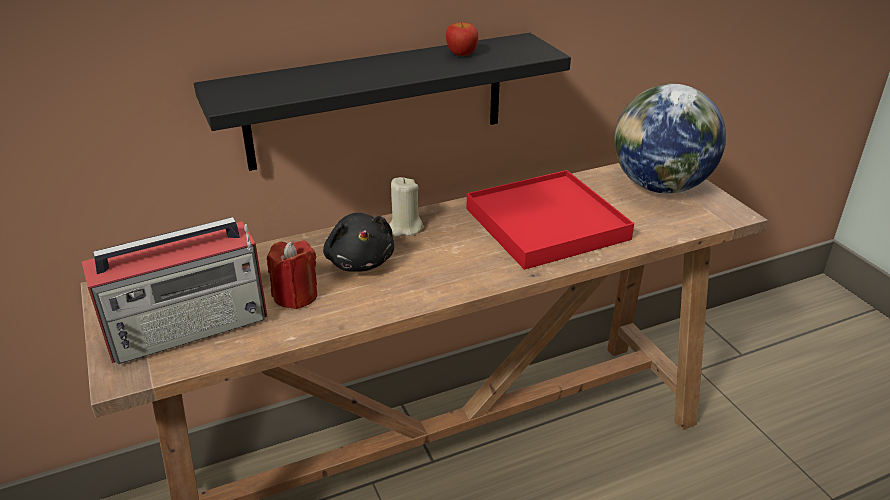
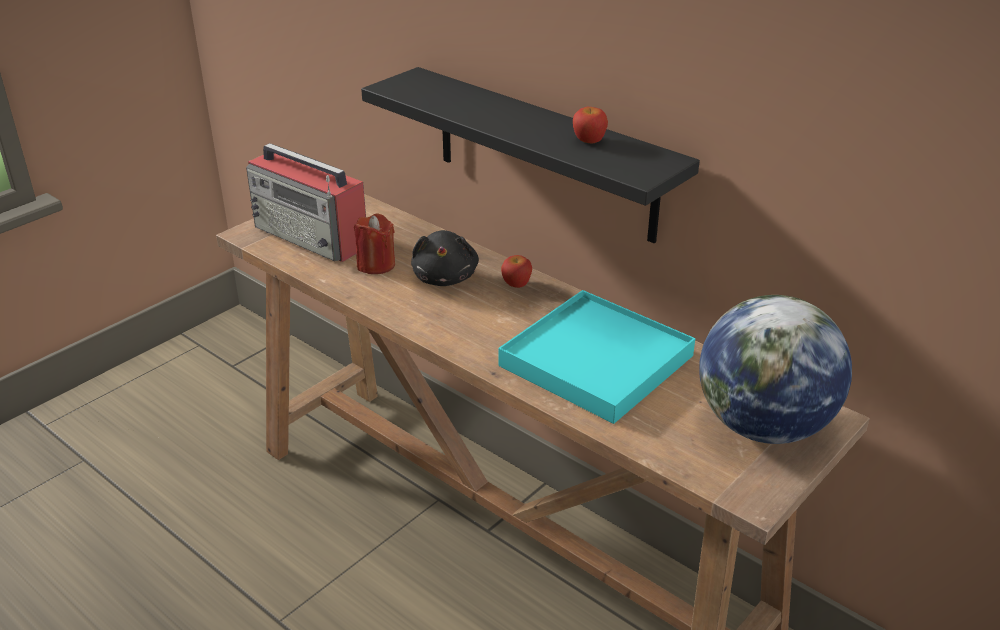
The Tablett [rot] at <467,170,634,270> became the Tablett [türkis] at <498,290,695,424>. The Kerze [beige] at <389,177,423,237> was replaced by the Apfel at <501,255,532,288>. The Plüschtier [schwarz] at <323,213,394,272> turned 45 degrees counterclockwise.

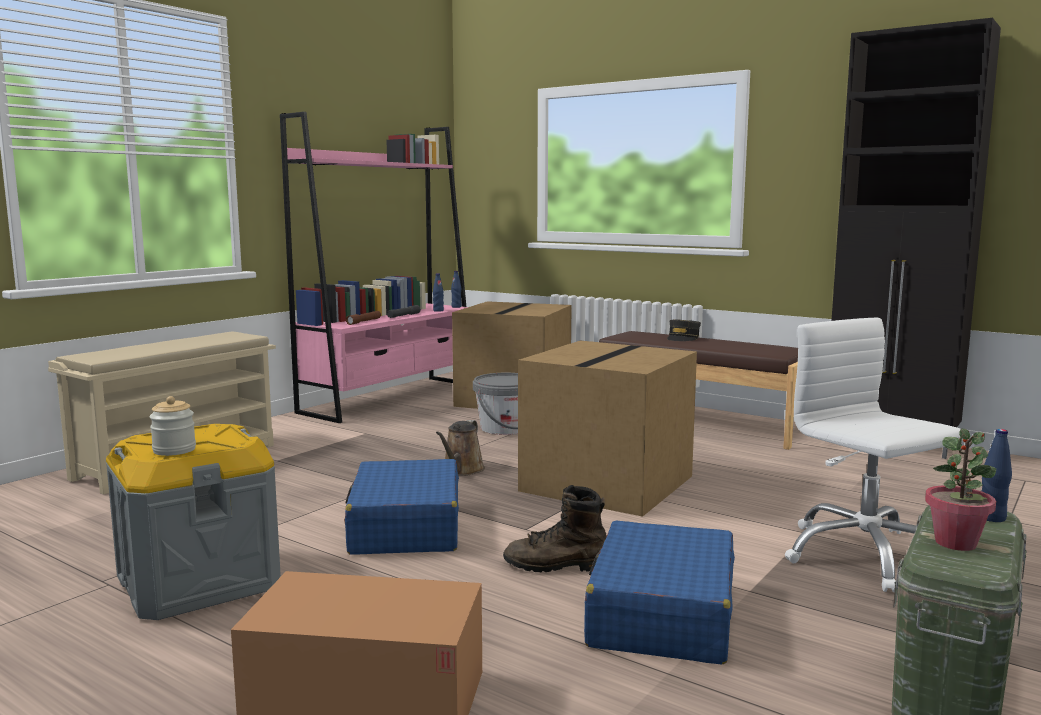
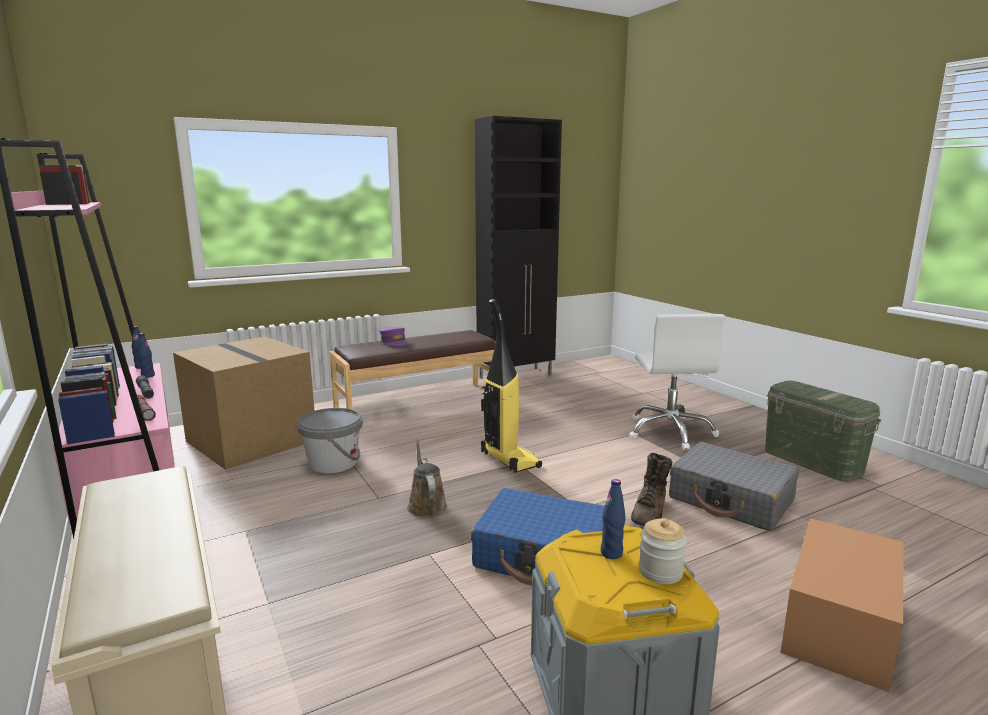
The Bürostuhl [weiß] at <785,318,964,592> turned 90 degrees counterclockwise. The Kappe [grau] at <667,320,701,341> became the Kappe [lila] at <380,327,408,346>. The Karton at <518,341,697,517> was replaced by the Staubsauger at <481,299,542,473>. The Gießkanne [braun] at <436,420,485,476> turned 150 degrees counterclockwise. The Topfpflanze at <925,429,996,551> disappeared. The Flasche [blau] moved from <982,429,1012,522> to <601,479,626,559>. The Koffer [blau] at <584,521,735,664> became the Koffer [grau] at <669,442,799,531>.

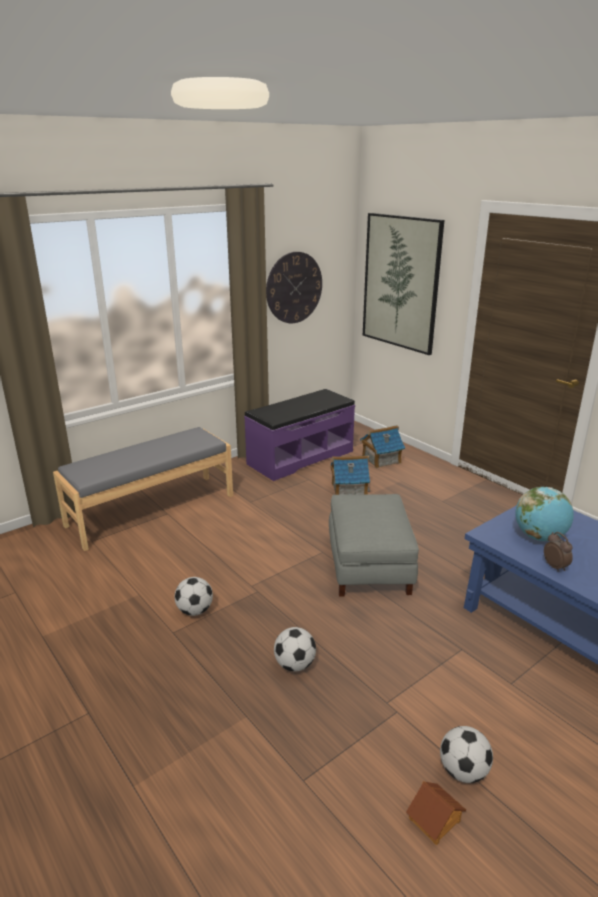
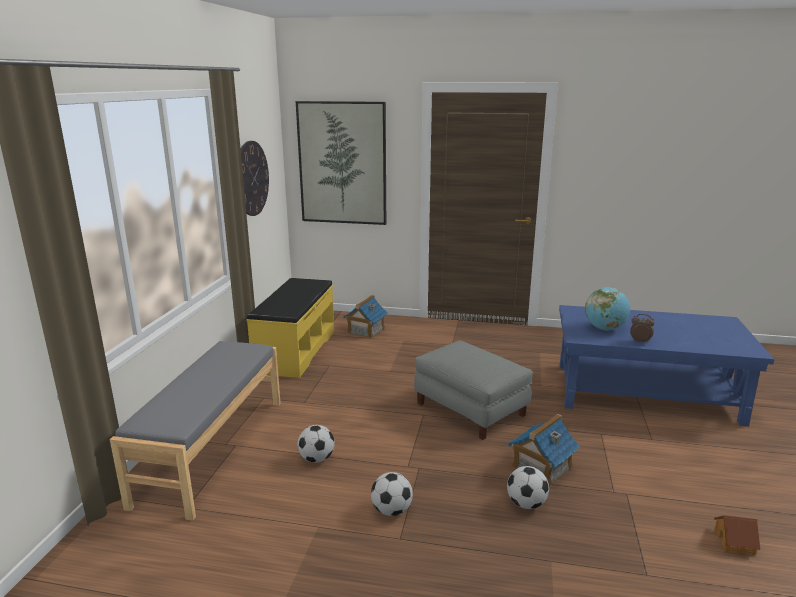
The Bank [lila] at <244,389,355,481> became the Bank [gelb] at <247,278,334,378>. The Spielzeughaus moved from <330,455,370,495> to <508,414,580,488>. The Fußball moved from <440,726,493,783> to <298,425,335,463>.

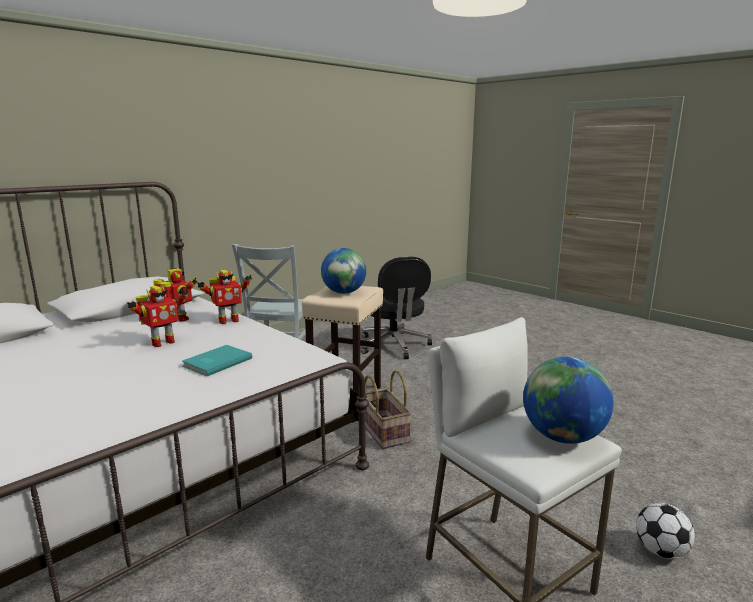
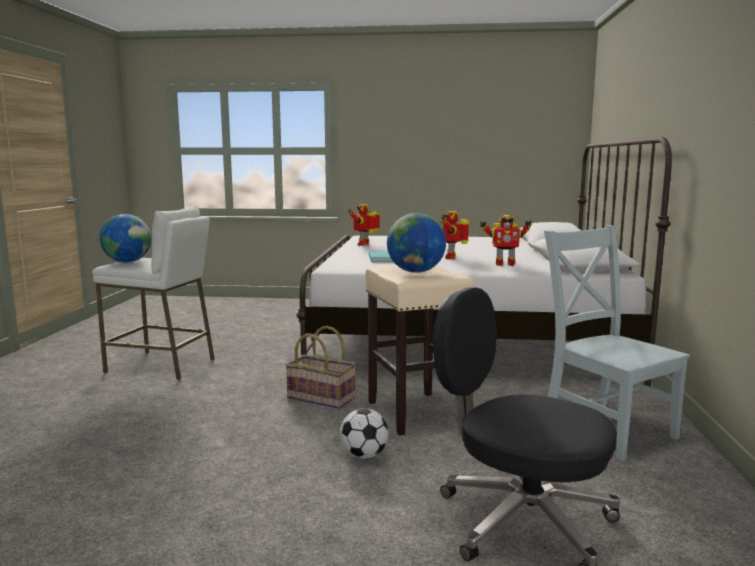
The Spielzeugroboter moved from <197,270,252,324> to <348,204,380,246>. The Fußball moved from <636,503,695,559> to <340,408,389,459>.

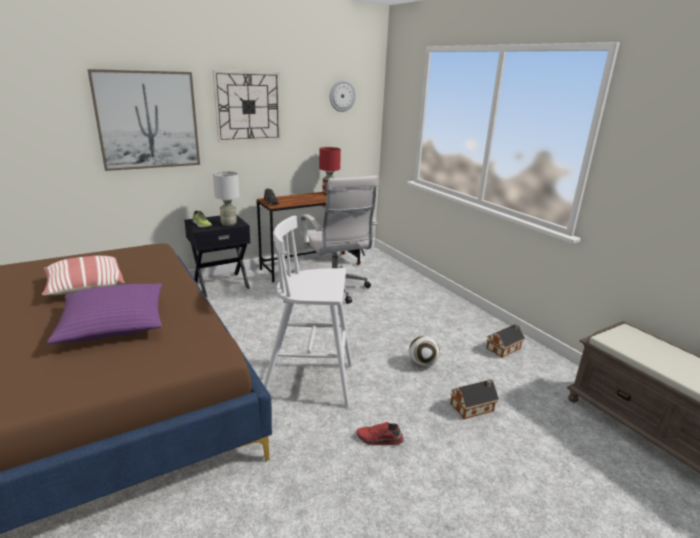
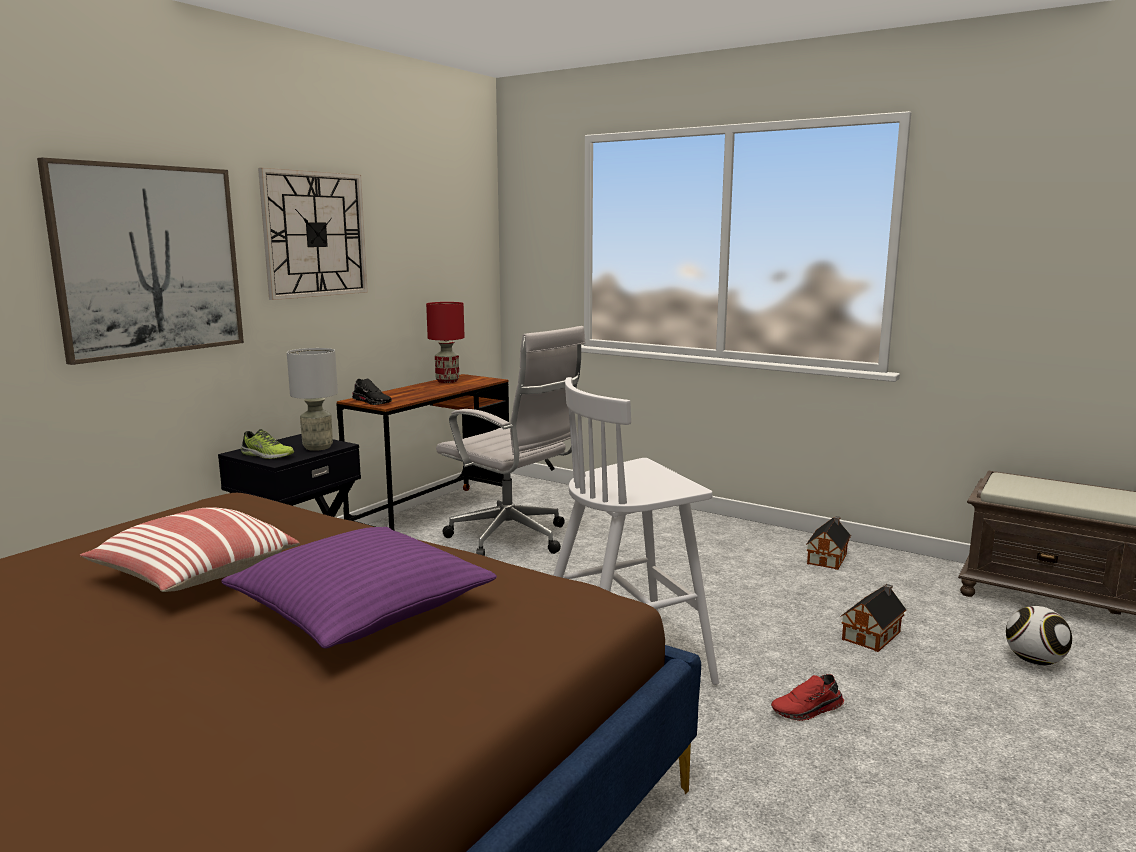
The Wanduhr at <330,80,356,112> disappeared. The Fußball moved from <409,336,440,367> to <1006,606,1072,665>.

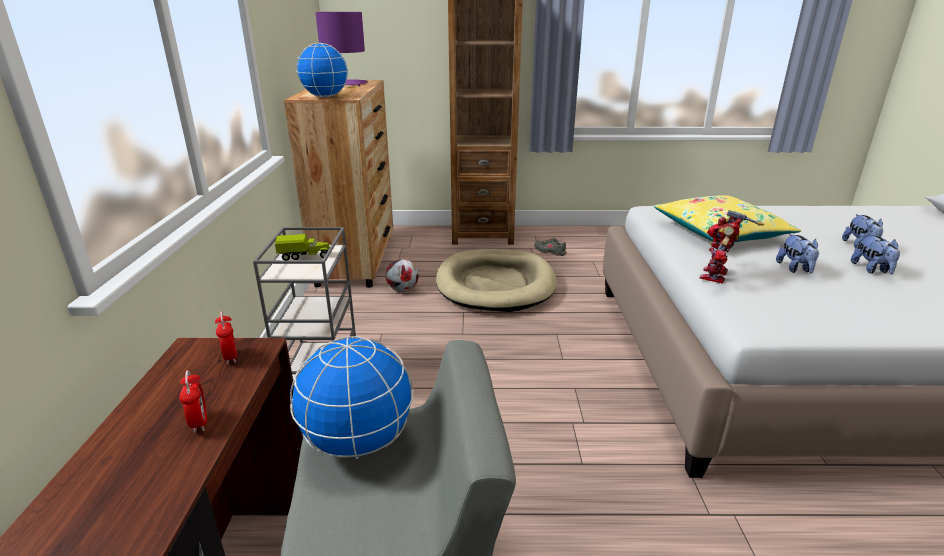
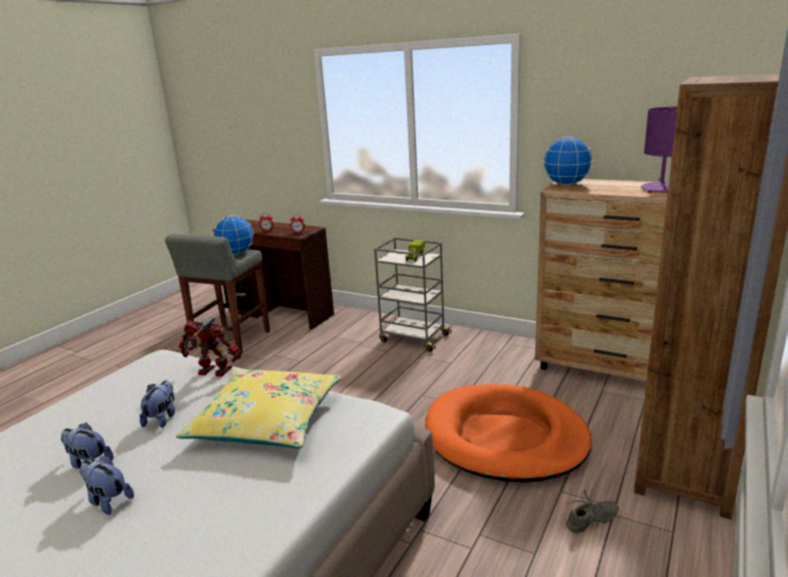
The Spielzeugroboter at <700,210,764,284> turned 45 degrees counterclockwise. The Plüschtier at <776,234,819,274> turned 75 degrees clockwise. The Hundebett [beige] at <436,249,557,312> became the Hundebett [orange] at <425,384,592,483>. The Fußball at <386,259,419,292> disappeared.

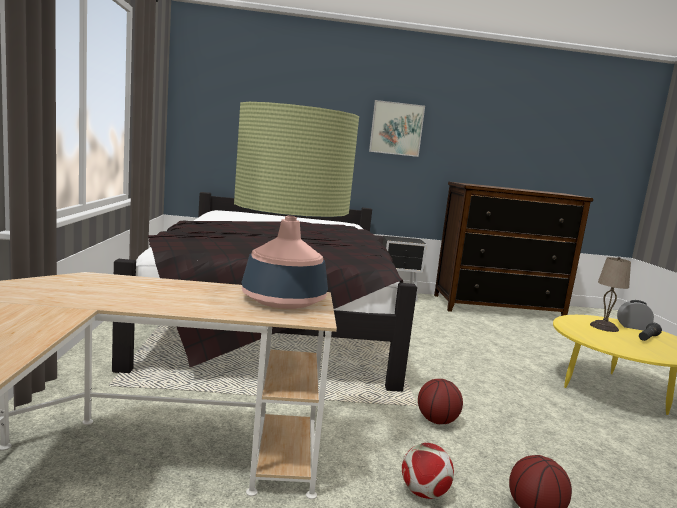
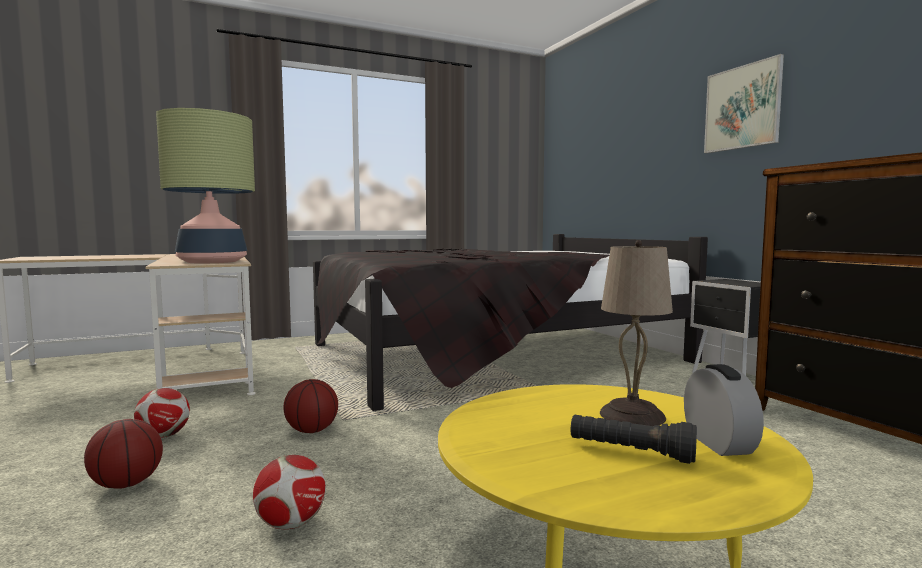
The Fußball at <253,455,326,529> appeared.

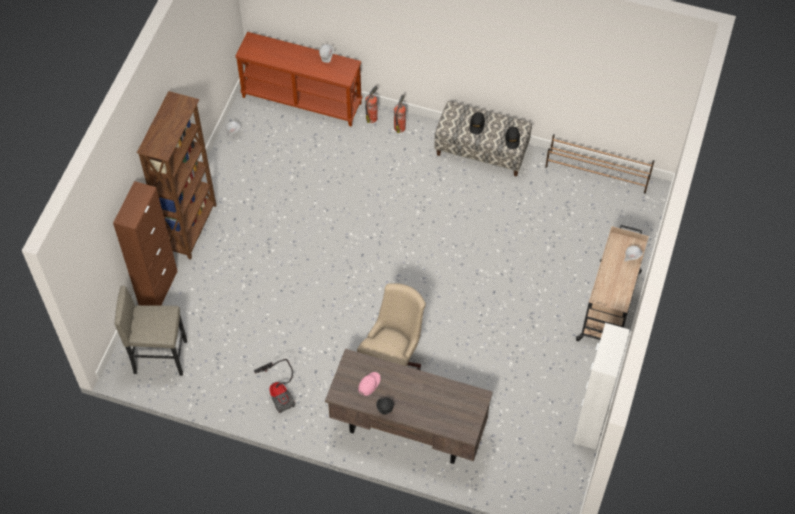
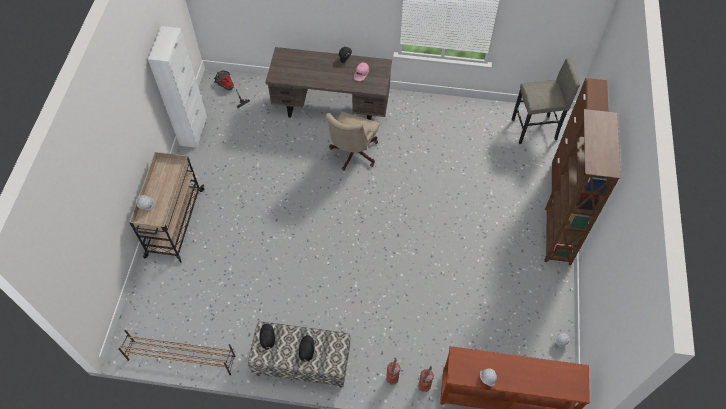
The Staubsauger moved from <254,359,295,413> to <214,70,250,108>.

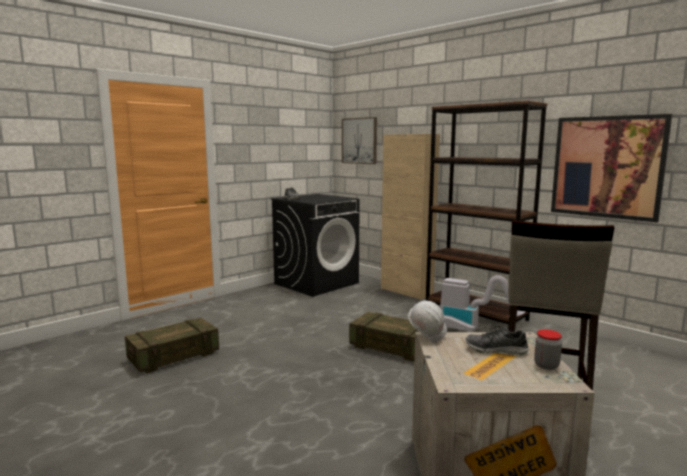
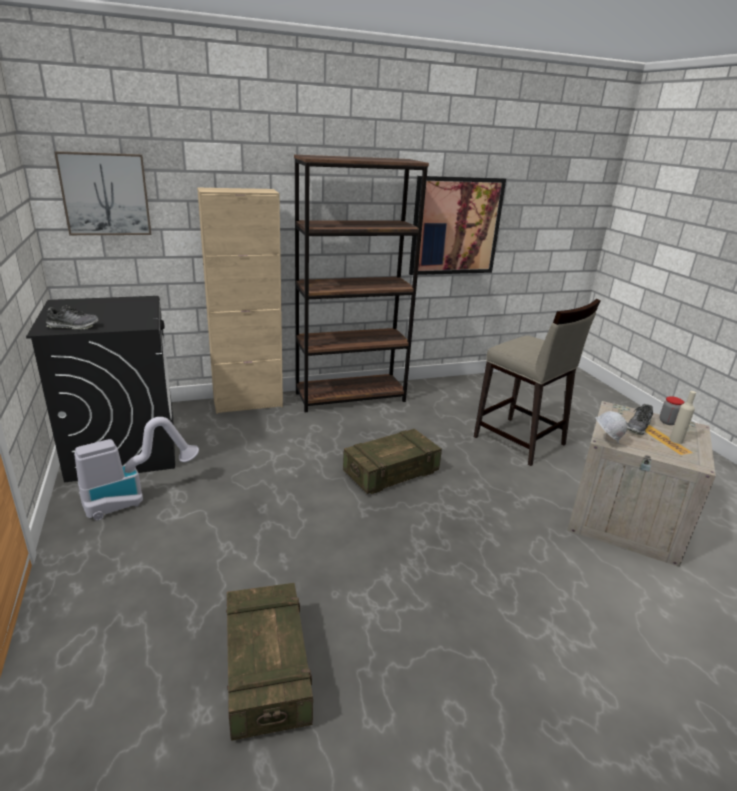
The Staubsauger moved from <440,275,526,332> to <74,417,199,521>. The Flasche [beige] at <670,391,696,444> appeared.

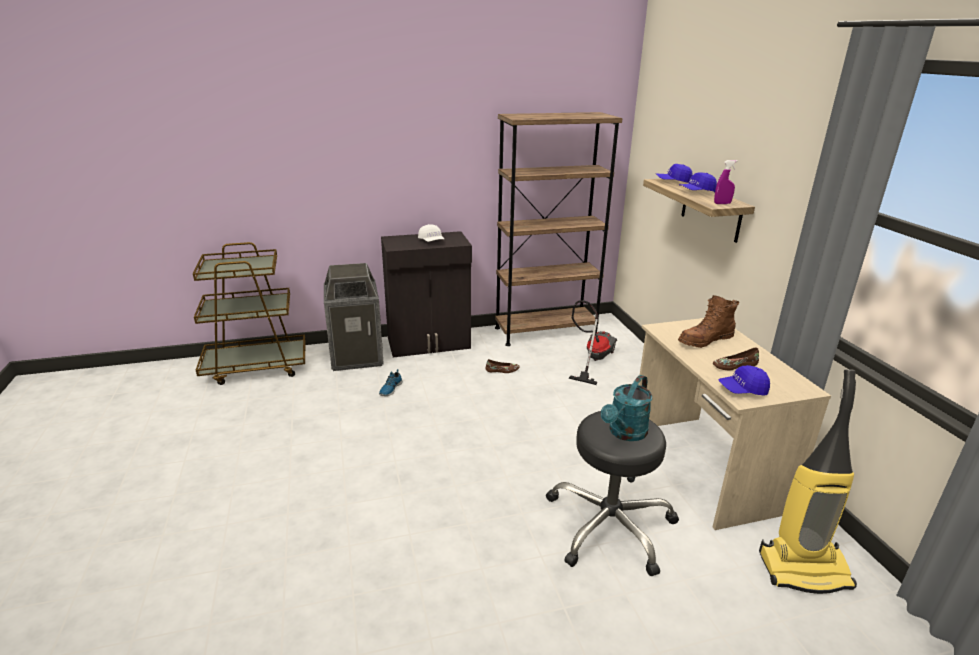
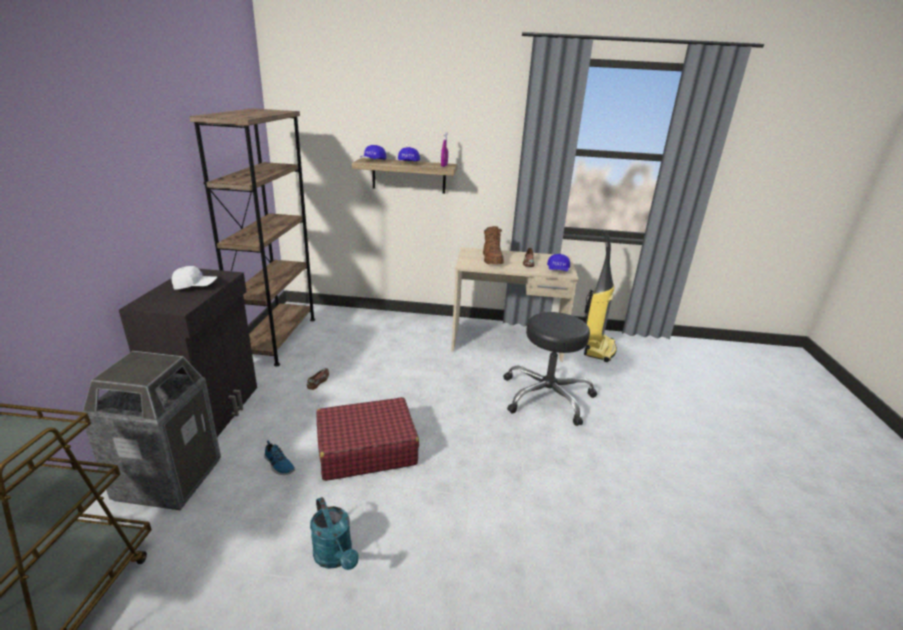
The Staubsauger at <568,300,617,385> disappeared. The Gießkanne [türkis] moved from <601,375,652,441> to <310,497,359,570>. The Koffer [rot] at <316,397,419,481> appeared.

